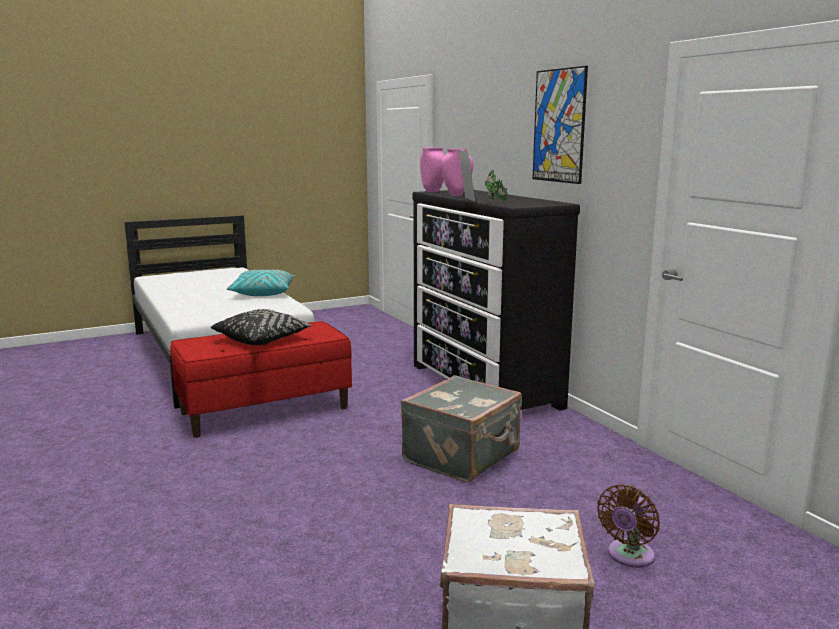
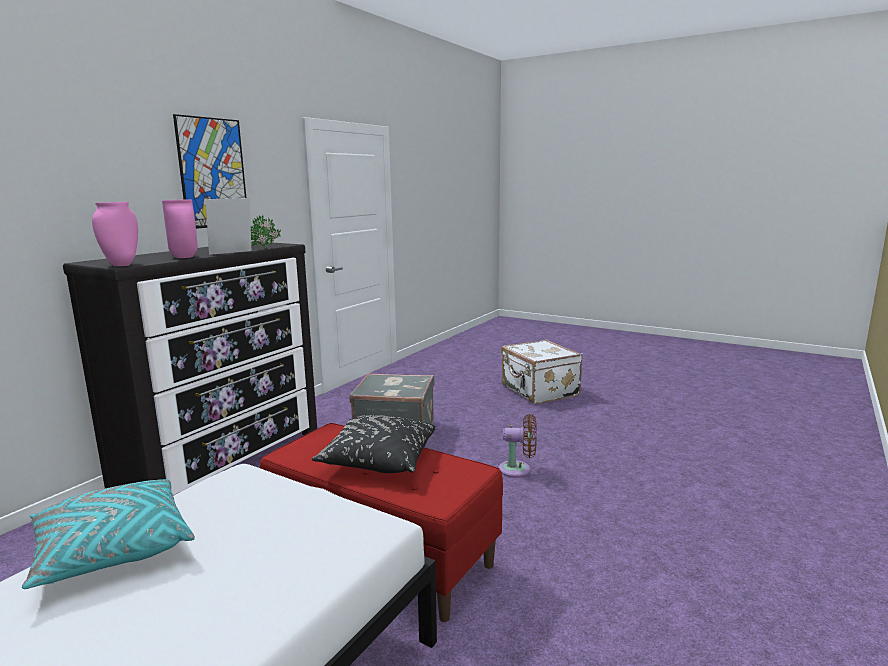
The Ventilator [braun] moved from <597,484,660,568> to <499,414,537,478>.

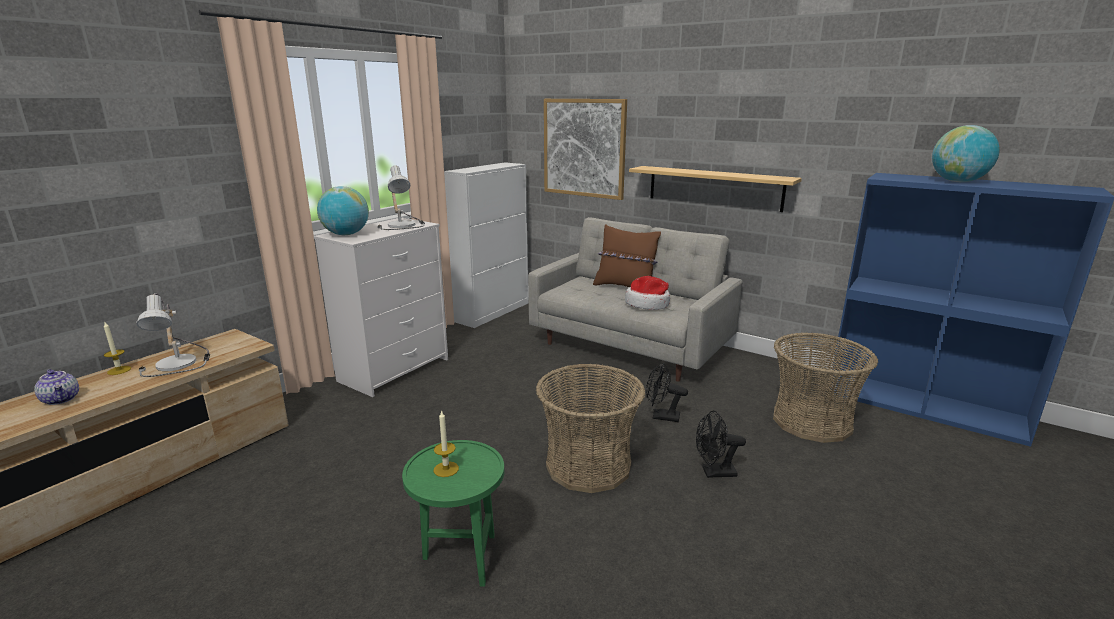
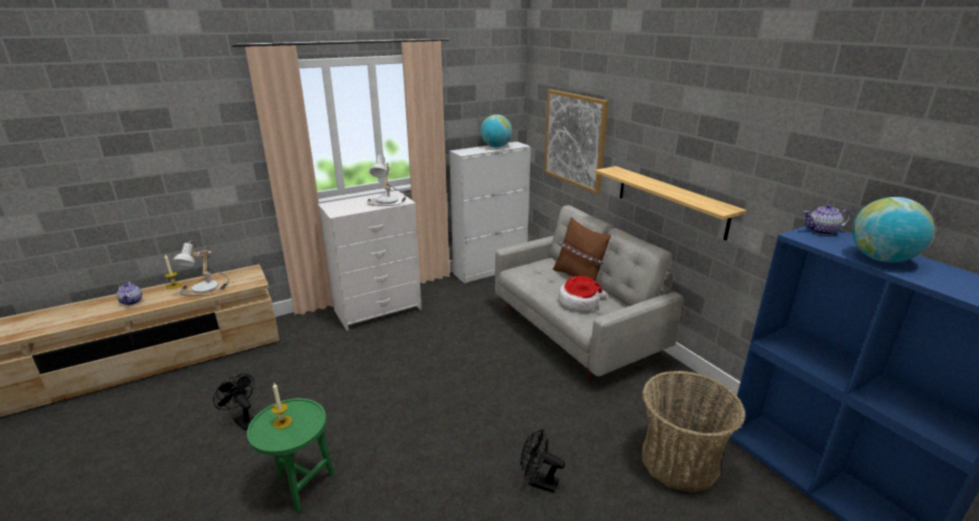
The Globus moved from <317,186,369,235> to <480,115,512,148>. The Ventilator [schwarz] moved from <646,363,688,422> to <213,374,255,431>. The Korb at <536,364,645,493> disappeared. The Teekanne at <803,204,851,235> appeared.

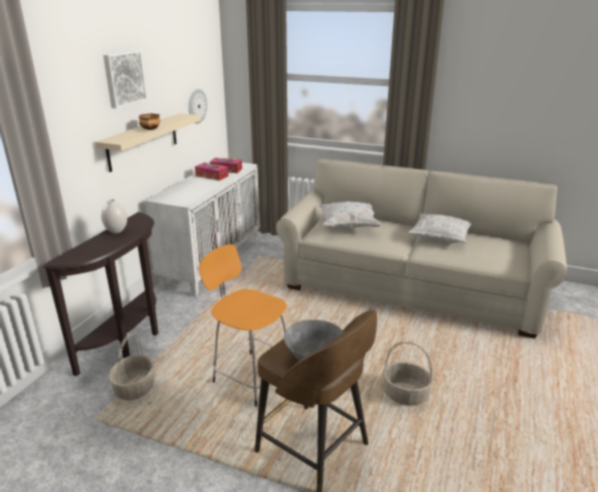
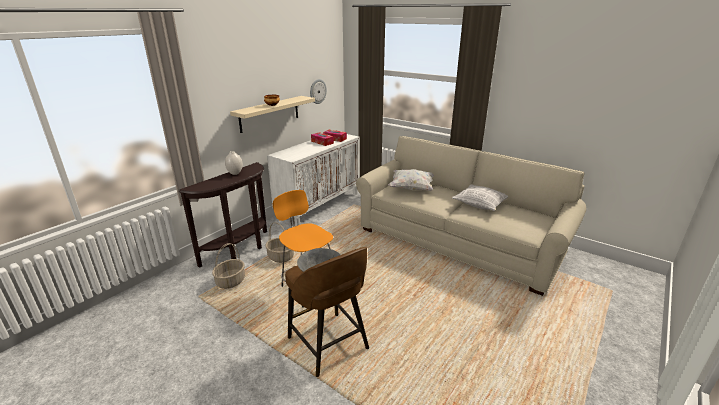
The Bild at <103,50,147,108> disappeared. The Korb moved from <382,342,433,405> to <265,222,294,263>.

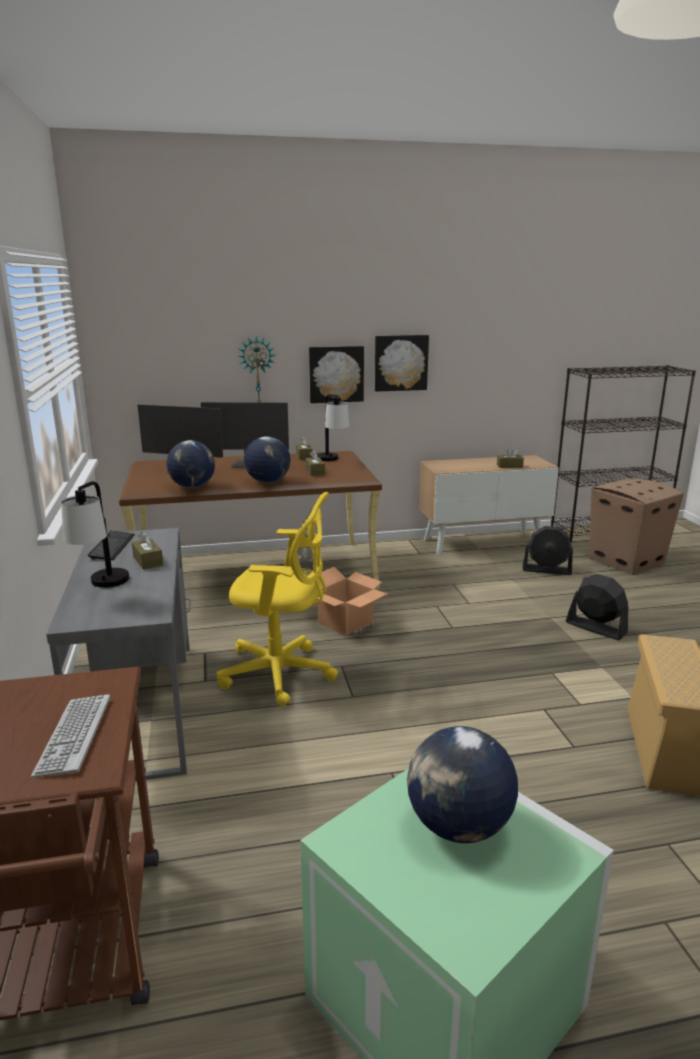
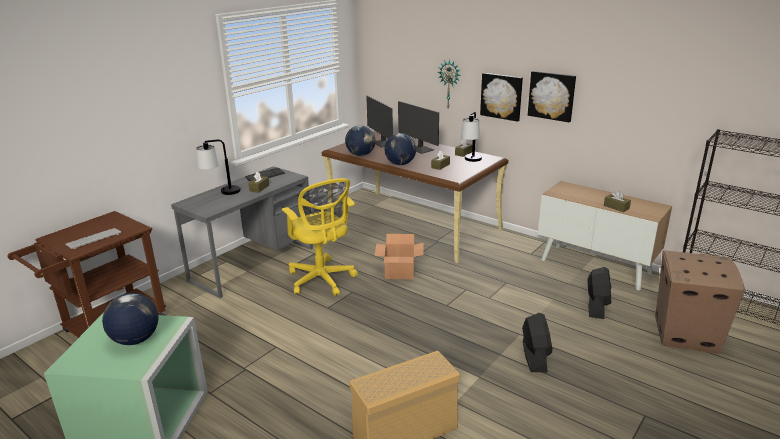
The Ventilator [schwarz] at <523,526,573,575> turned 135 degrees counterclockwise.

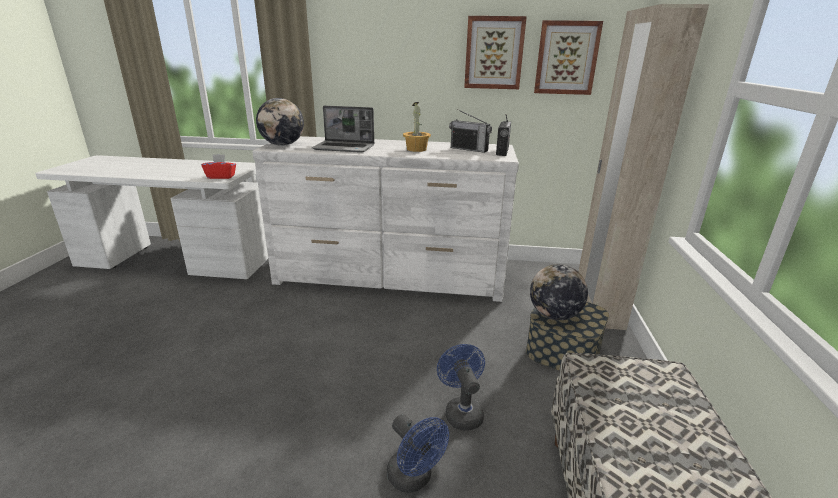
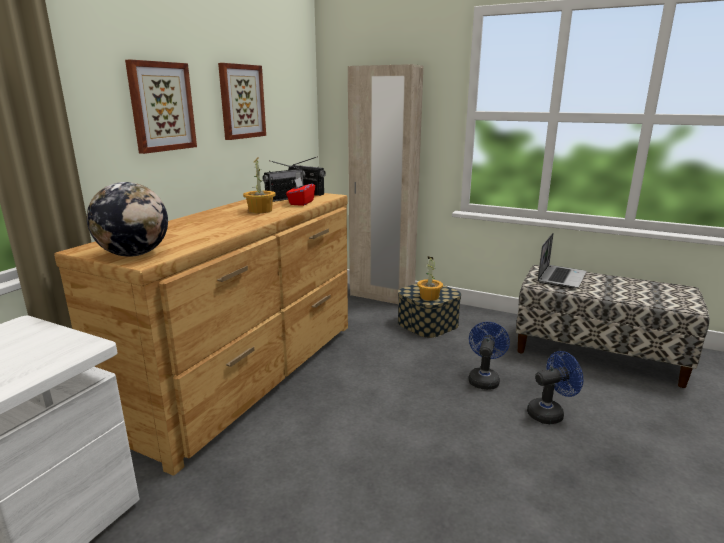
The Bild moved from <534,20,603,95> to <125,59,197,154>. The Laptop moved from <312,105,374,153> to <538,233,586,288>. The Kommode [weiß] at <252,136,519,302> became the Kommode [braun] at <54,193,348,476>. The Taschentuchbox [rot] moved from <201,154,236,179> to <286,177,315,206>. The Globus at <530,264,588,320> was replaced by the Topfpflanze at <417,257,443,301>. The Ventilator [blau] at <437,344,485,431> turned 105 degrees clockwise.

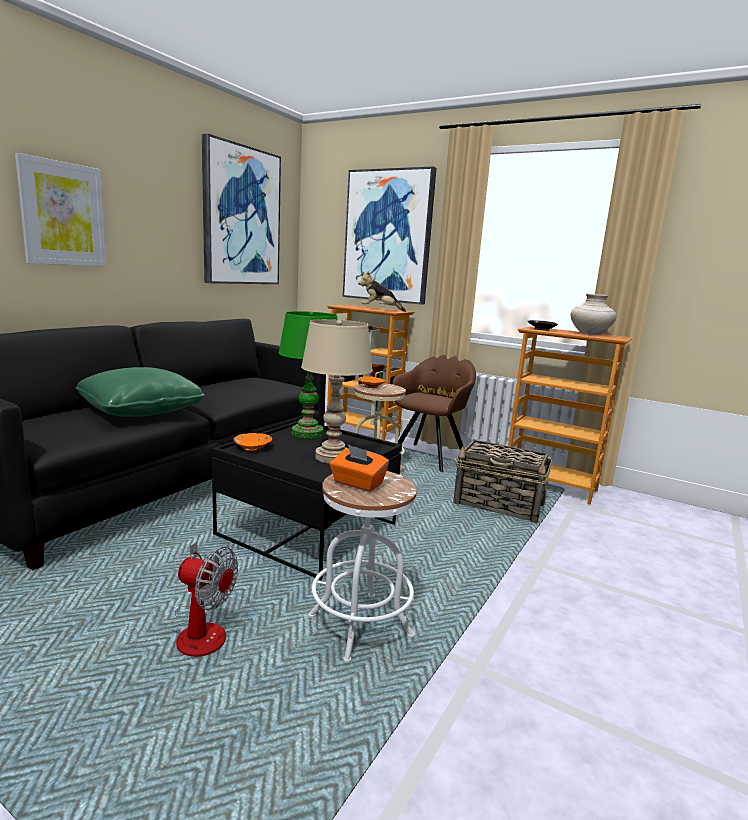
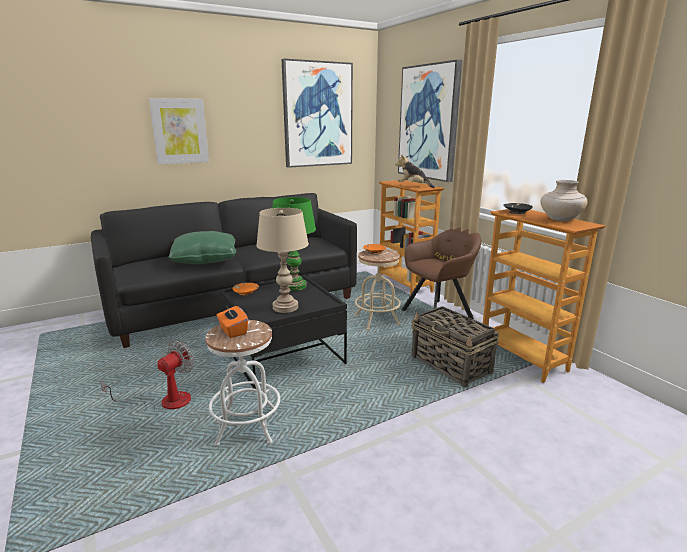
The Ventilator at <172,542,238,657> turned 105 degrees counterclockwise.

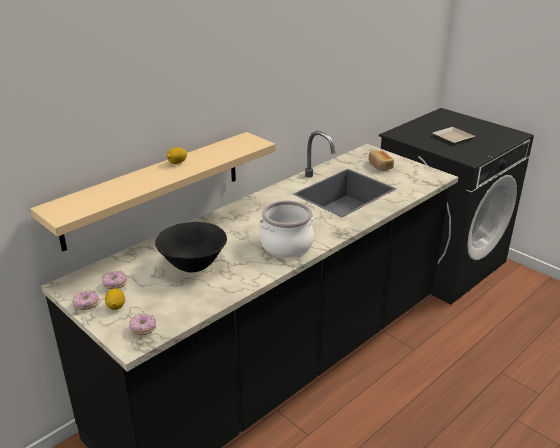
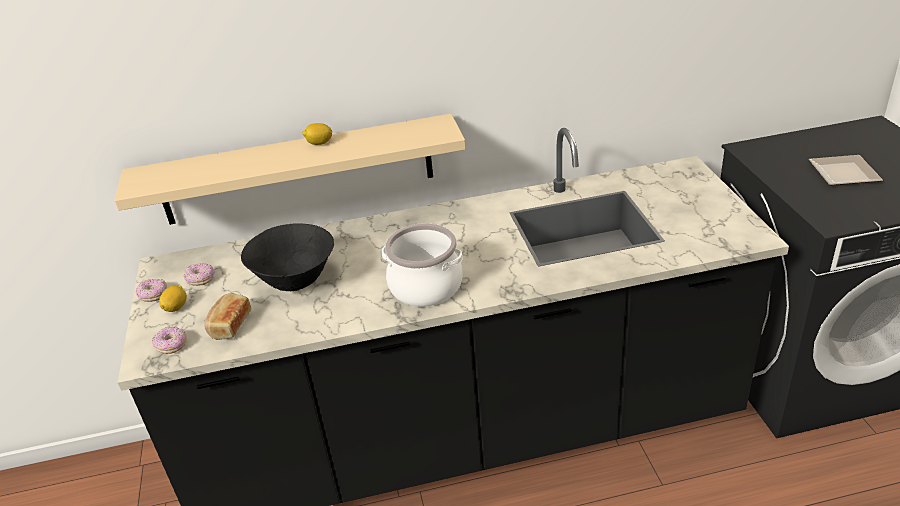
The Brot moved from <369,150,394,171> to <204,293,251,340>.

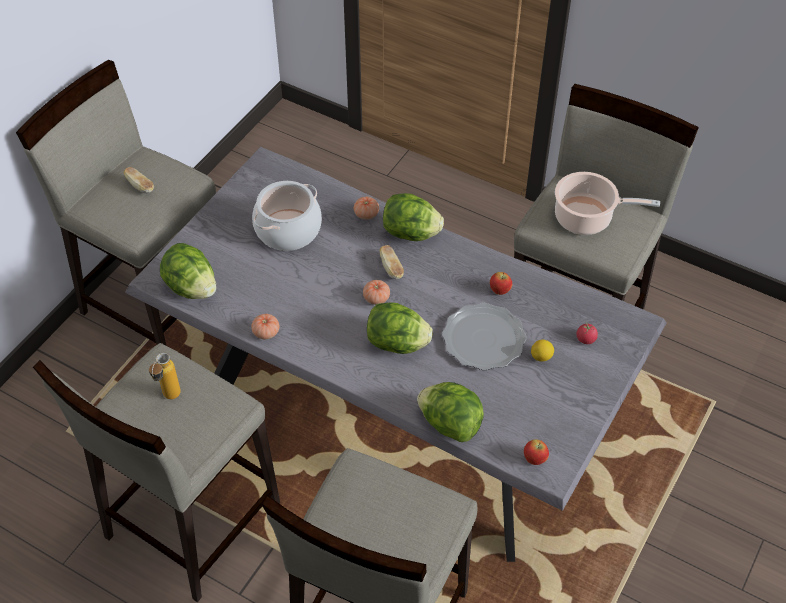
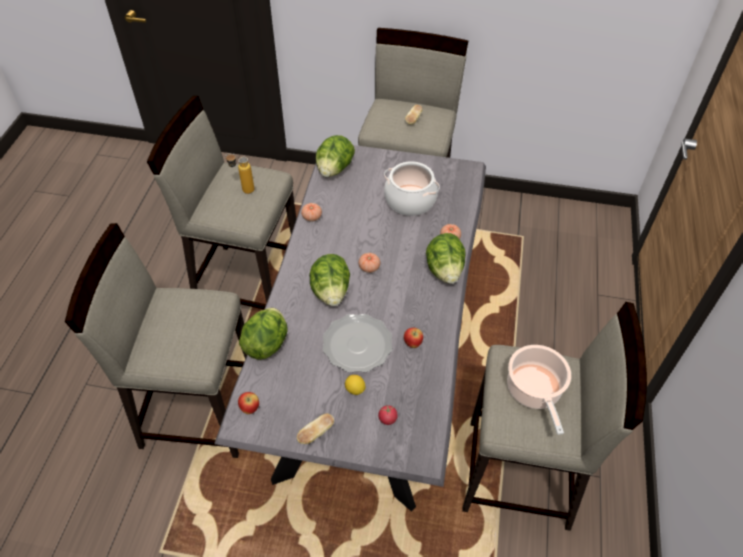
The Brot moved from <380,245,404,279> to <297,413,334,444>.

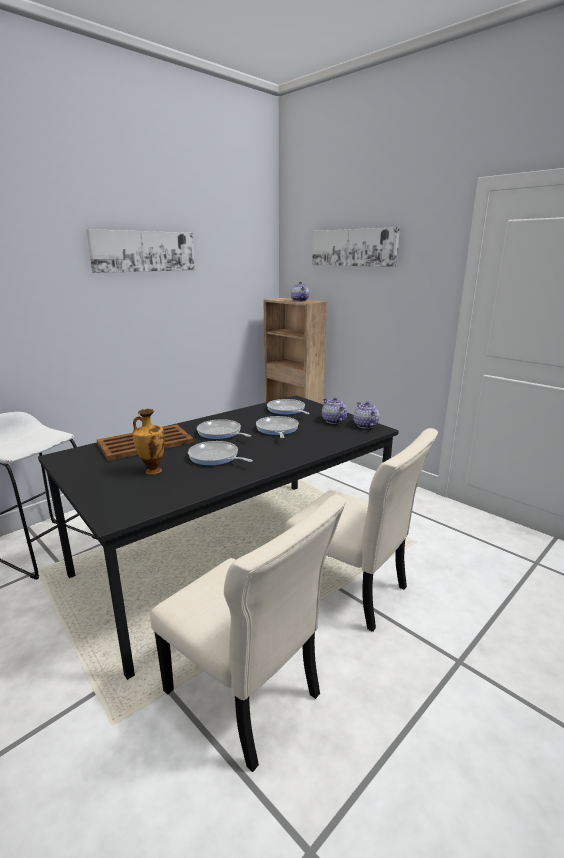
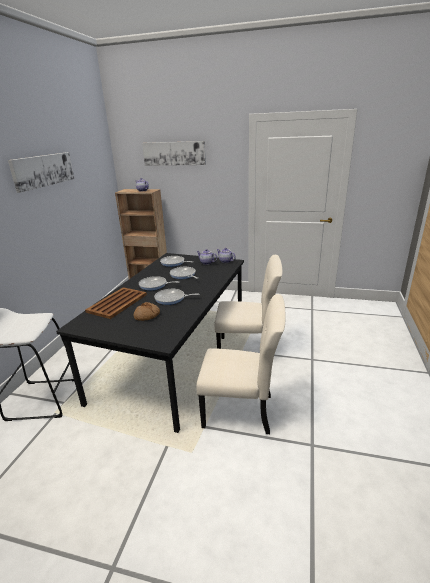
The Vase at <132,409,165,475> was replaced by the Brot at <134,302,160,321>.

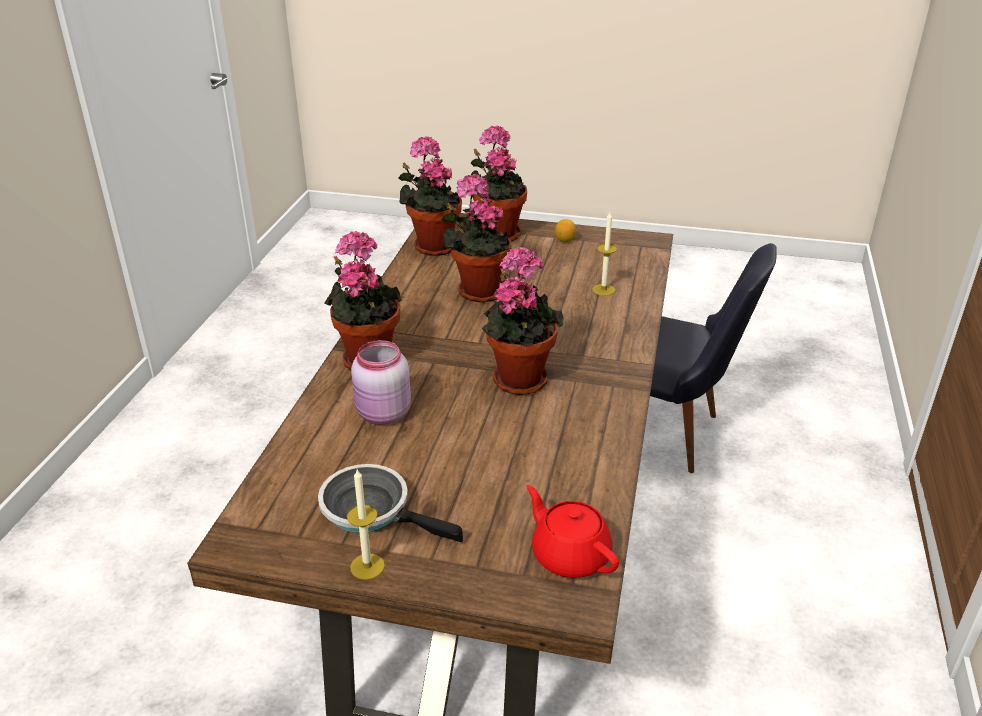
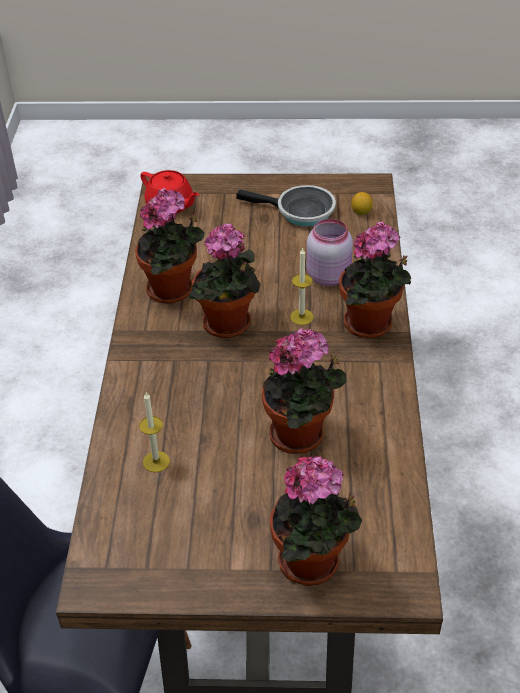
The Topfpflanze moved from <399,136,462,256> to <135,188,204,304>. The Zitrone moved from <555,219,576,242> to <351,192,373,215>. The Kerze moved from <347,469,385,580> to <290,248,314,325>.

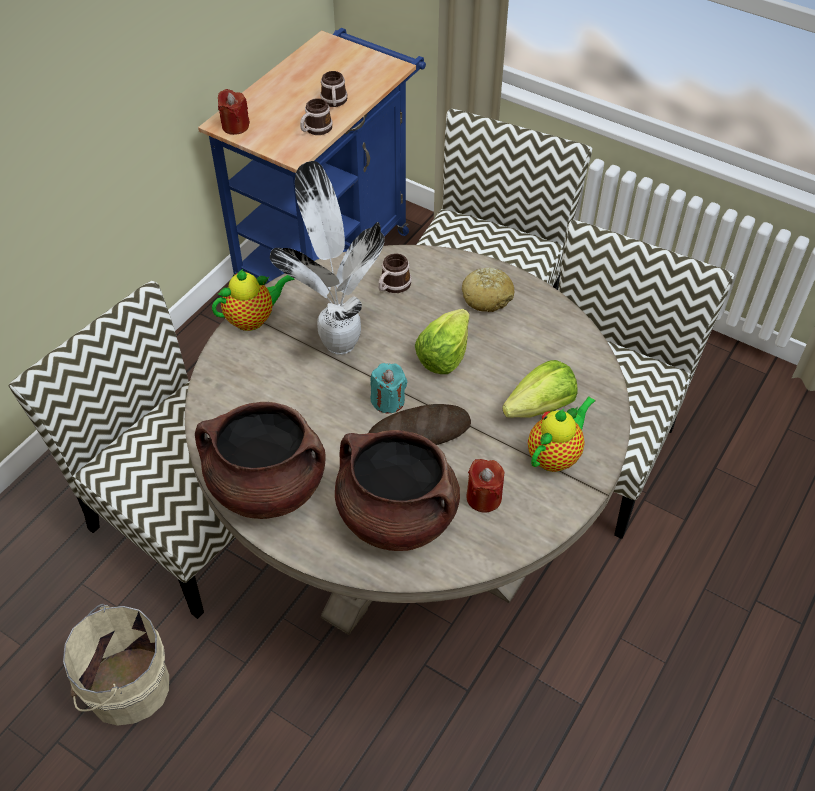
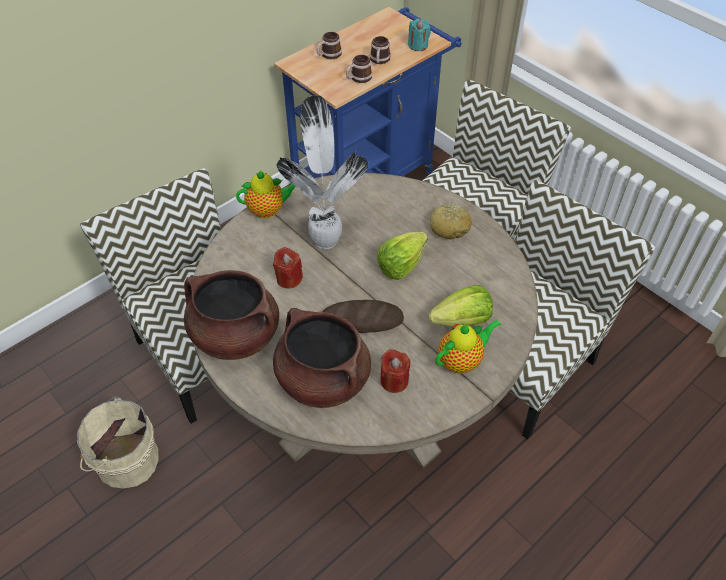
The Kerze [rot] moved from <218,89,250,135> to <273,247,303,288>. The Henkelbecher moved from <378,253,412,293> to <317,32,342,59>. The Kerze [türkis] moved from <370,363,407,413> to <408,19,431,51>.

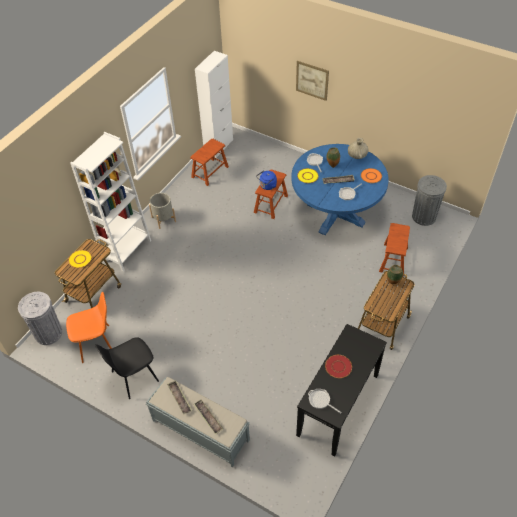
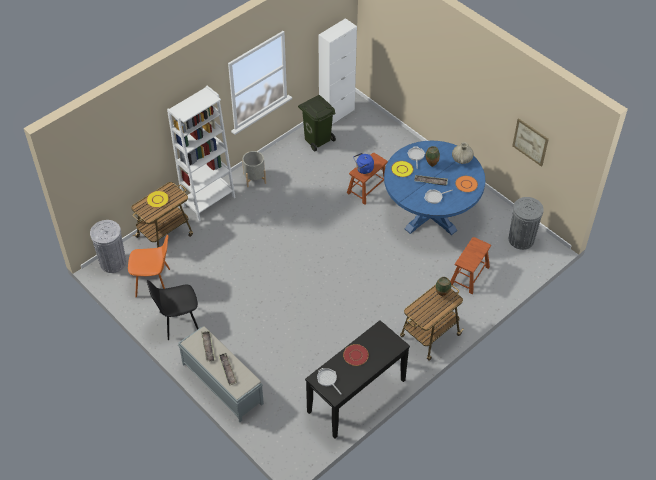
The Bild moved from <296,61,329,101> to <512,118,549,167>. The Hocker [braun] at <190,139,229,186> was replaced by the Mülleimer [grün] at <298,95,336,151>.

